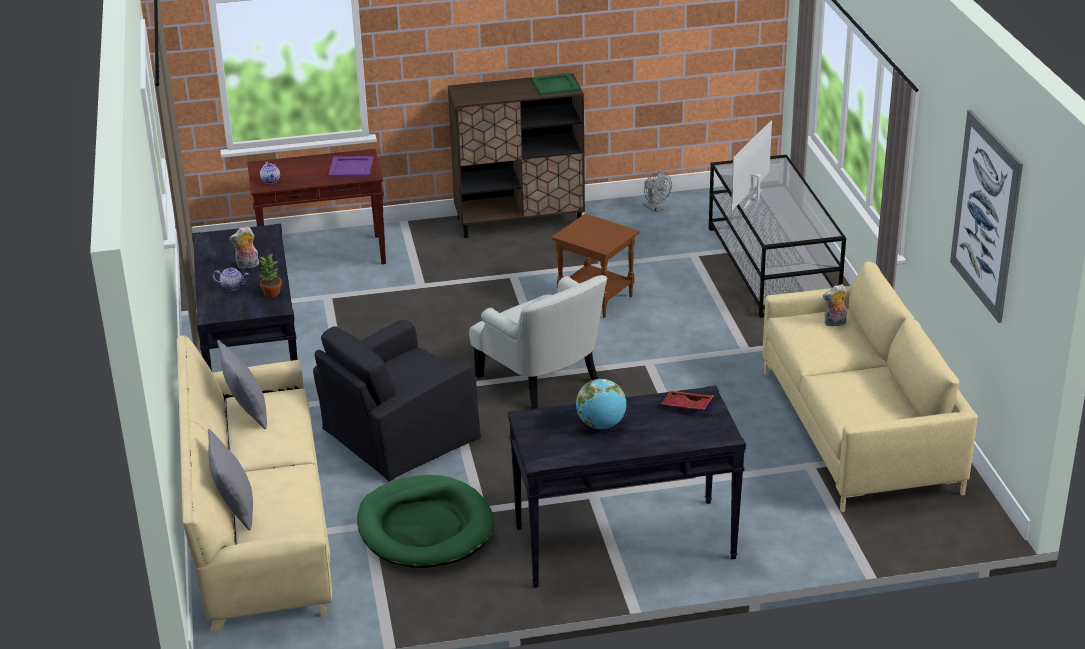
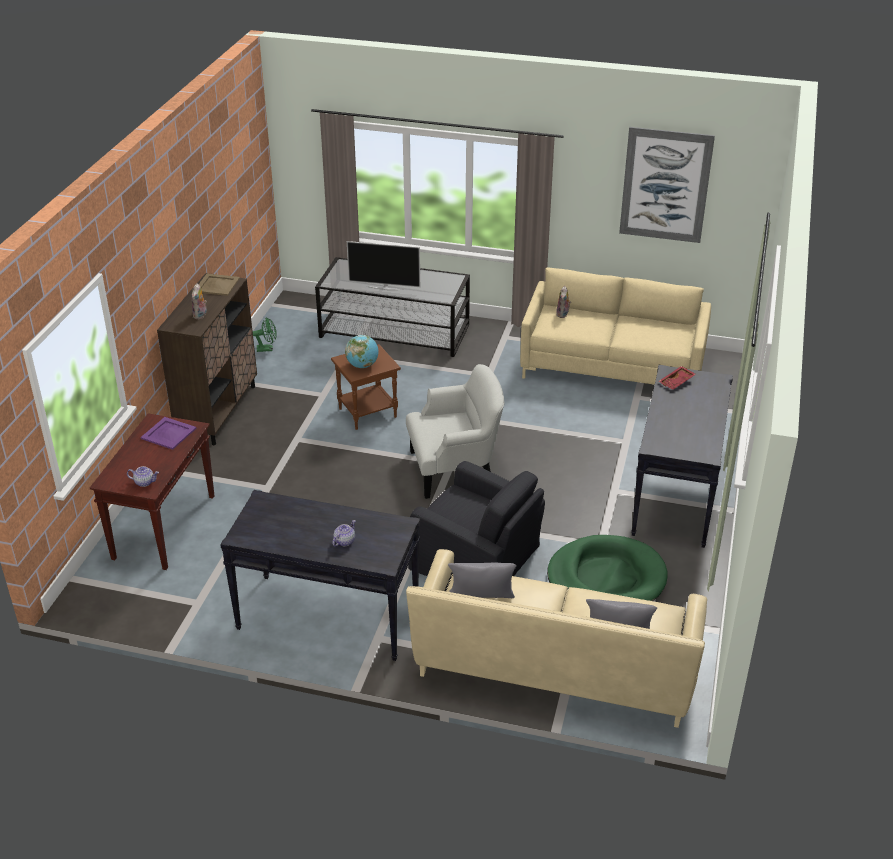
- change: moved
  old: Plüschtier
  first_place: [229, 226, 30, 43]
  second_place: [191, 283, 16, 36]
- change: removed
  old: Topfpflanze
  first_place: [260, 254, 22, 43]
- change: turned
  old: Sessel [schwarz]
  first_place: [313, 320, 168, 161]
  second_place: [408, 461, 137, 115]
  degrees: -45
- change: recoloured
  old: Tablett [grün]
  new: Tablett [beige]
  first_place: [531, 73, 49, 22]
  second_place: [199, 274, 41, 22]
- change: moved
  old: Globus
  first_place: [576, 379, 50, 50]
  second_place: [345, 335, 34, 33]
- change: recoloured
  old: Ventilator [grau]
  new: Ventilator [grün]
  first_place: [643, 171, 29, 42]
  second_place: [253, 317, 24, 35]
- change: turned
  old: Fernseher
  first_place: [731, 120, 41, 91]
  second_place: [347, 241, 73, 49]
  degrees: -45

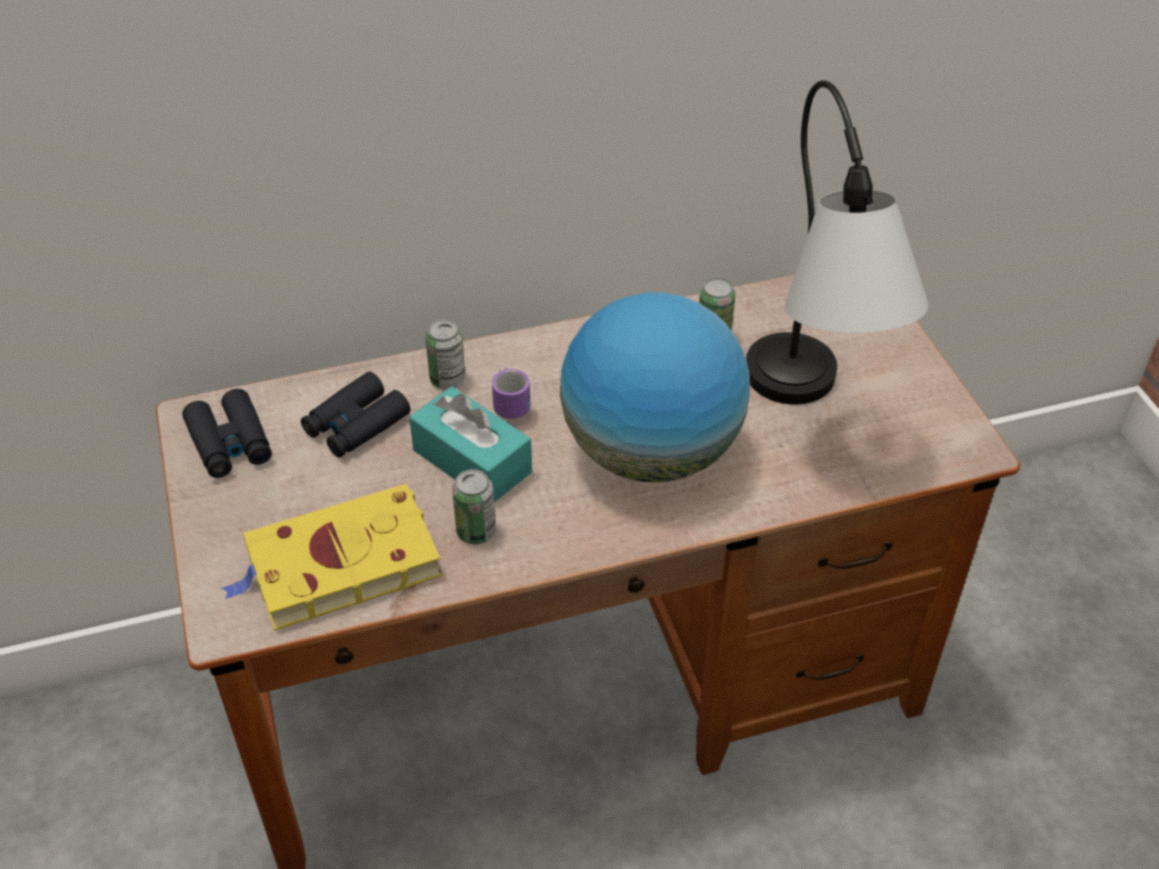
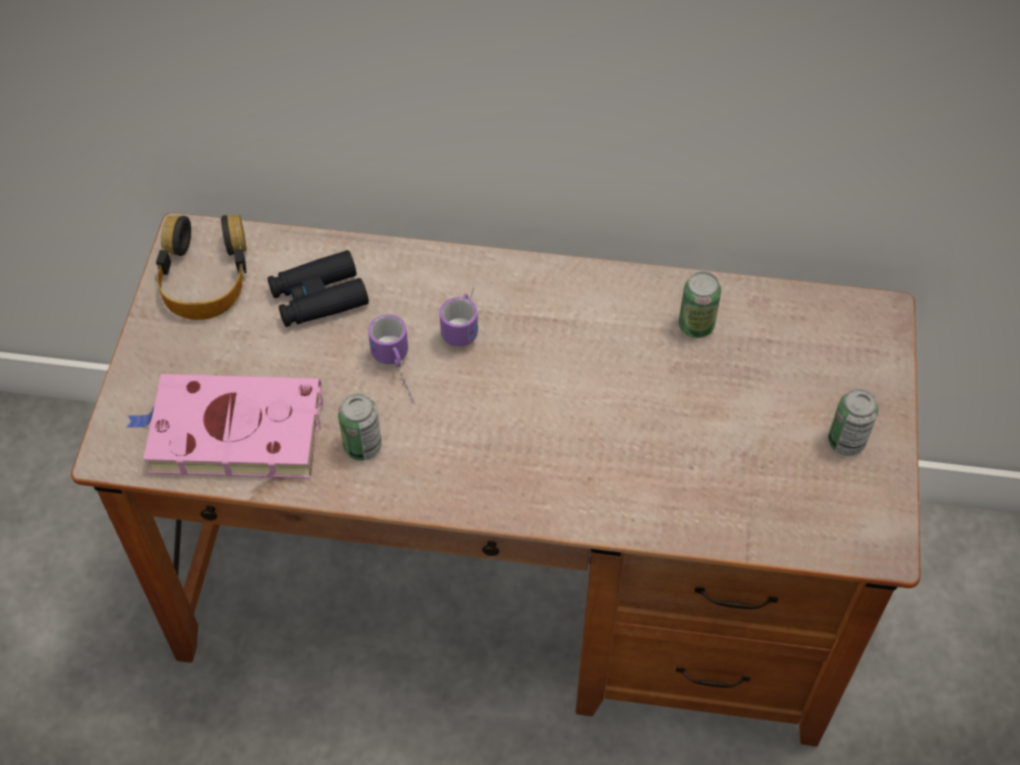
- change: replaced
  old: Fernglas [schwarz]
  new: Kopfhörer
  first_place: [182, 389, 90, 89]
  second_place: [155, 215, 92, 105]
- change: recoloured
  old: Buch [gelb]
  new: Buch [rosa]
  first_place: [222, 484, 220, 146]
  second_place: [126, 374, 197, 104]
- change: replaced
  old: Taschentuchbox [türkis]
  new: Henkelbecher
  first_place: [409, 386, 123, 116]
  second_place: [368, 315, 47, 89]
- change: moved
  old: Dose
  first_place: [425, 320, 40, 70]
  second_place: [828, 389, 50, 67]
- change: removed
  old: Globus
  first_place: [560, 292, 190, 190]
- change: removed
  old: Tischlampe
  first_place: [746, 80, 183, 325]

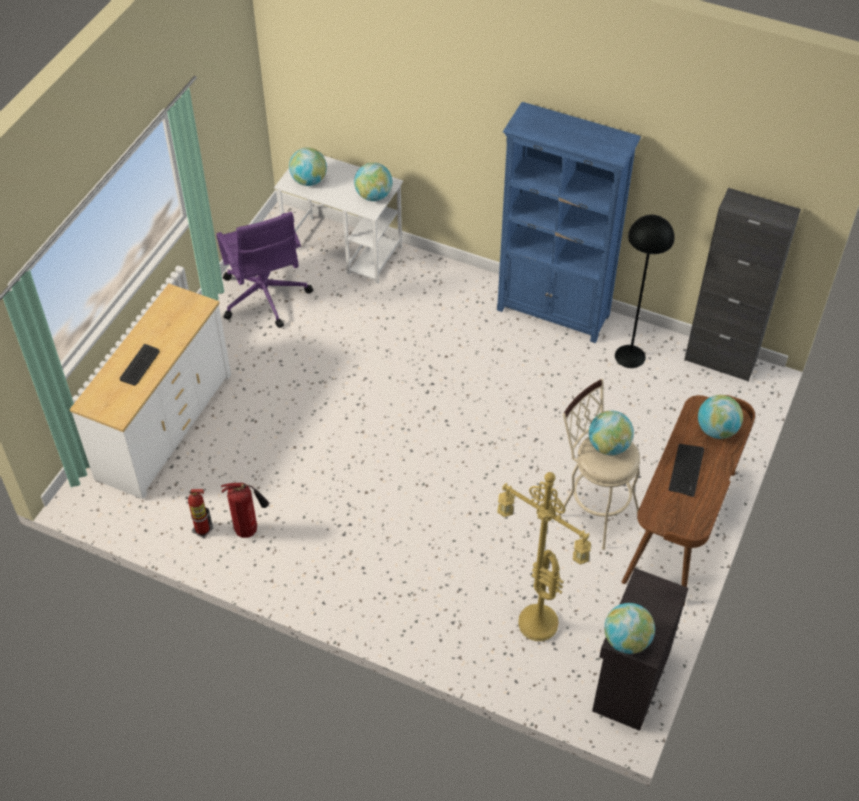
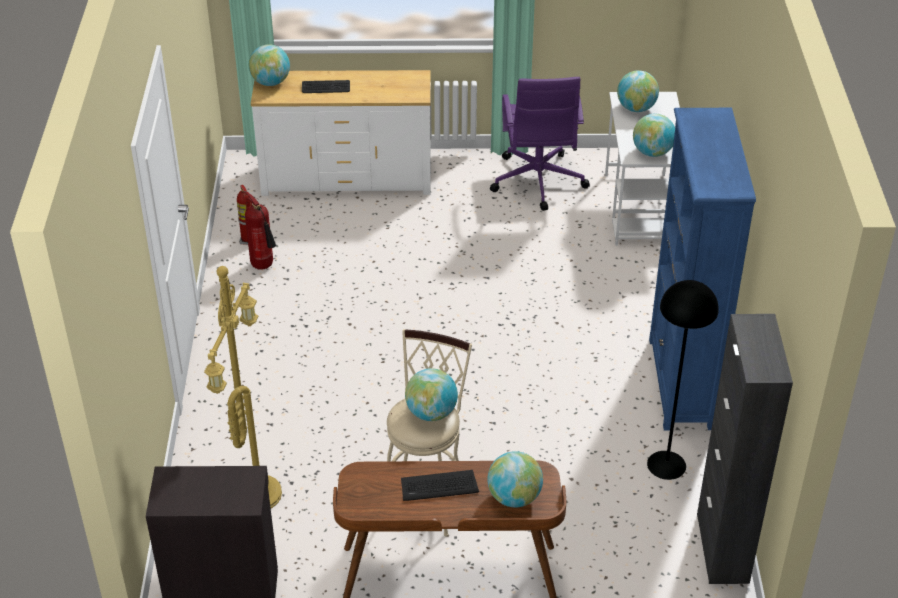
- change: turned
  old: Bürostuhl [lila]
  first_place: [216, 212, 97, 116]
  second_place: [490, 77, 100, 134]
  degrees: -45
- change: moved
  old: Globus
  first_place: [604, 603, 51, 51]
  second_place: [249, 44, 41, 42]

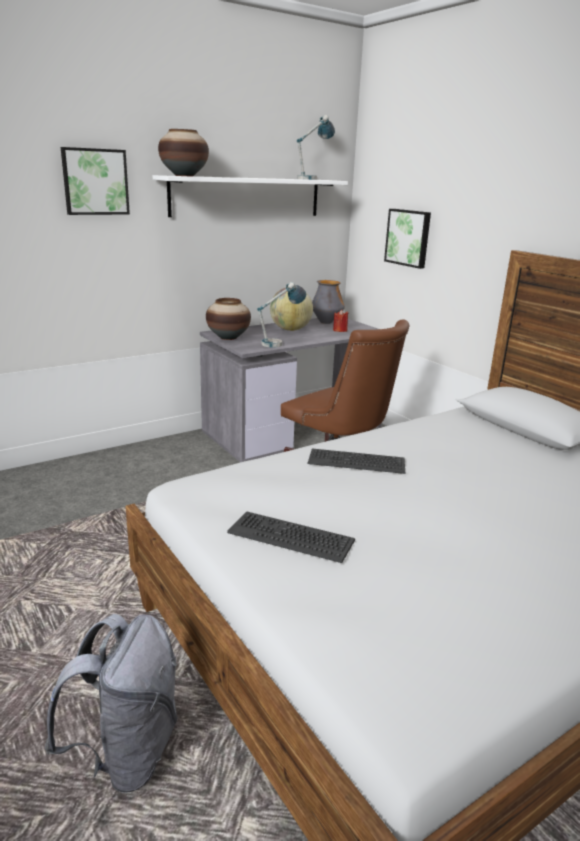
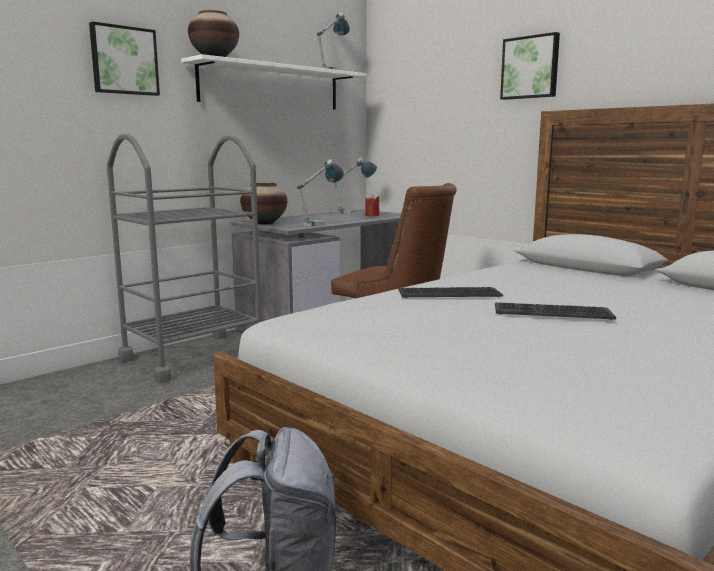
- change: moved
  old: Tastatur
  first_place: [227, 511, 128, 52]
  second_place: [495, 302, 121, 18]
- change: removed
  old: Globus
  first_place: [270, 287, 43, 44]
- change: replaced
  old: Vase
  new: Tischlampe
  first_place: [312, 280, 33, 44]
  second_place: [333, 158, 44, 56]
- change: moved
  old: Bild
  first_place: [384, 209, 47, 60]
  second_place: [500, 32, 60, 68]
- change: added
  new: Rollwagen [grau]
  second_place: [107, 134, 154, 249]

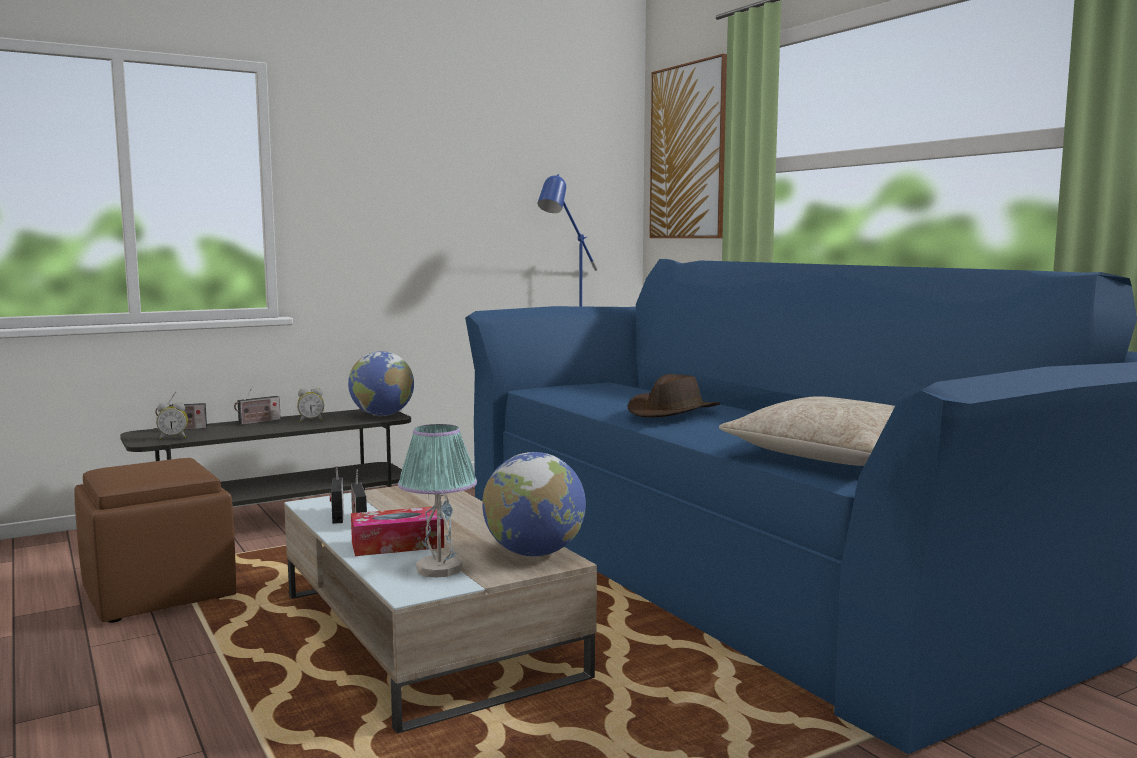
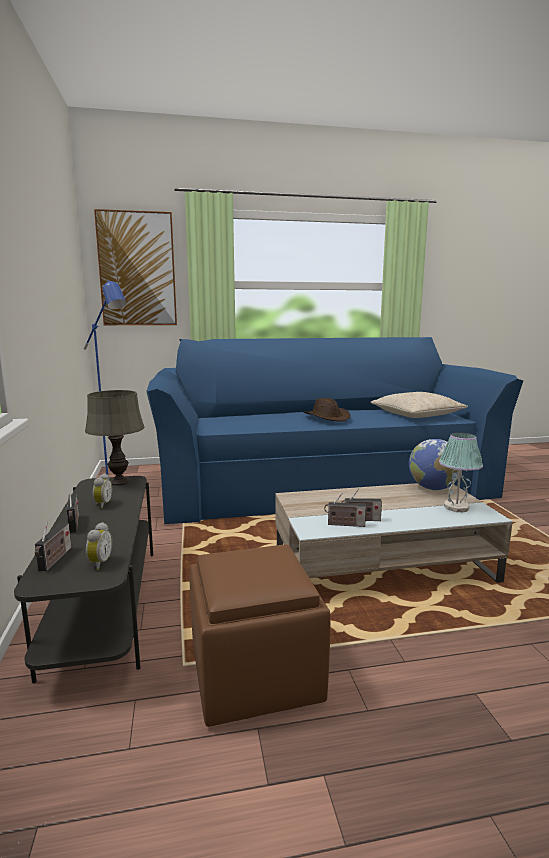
- change: replaced
  old: Globus
  new: Tischlampe [grau]
  first_place: [348, 351, 66, 65]
  second_place: [85, 390, 60, 96]
- change: removed
  old: Taschentuchbox
  first_place: [351, 506, 93, 50]

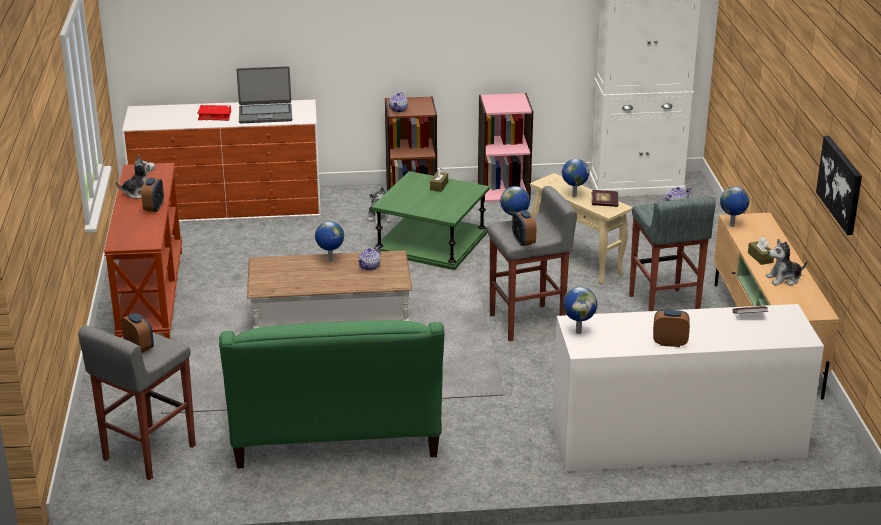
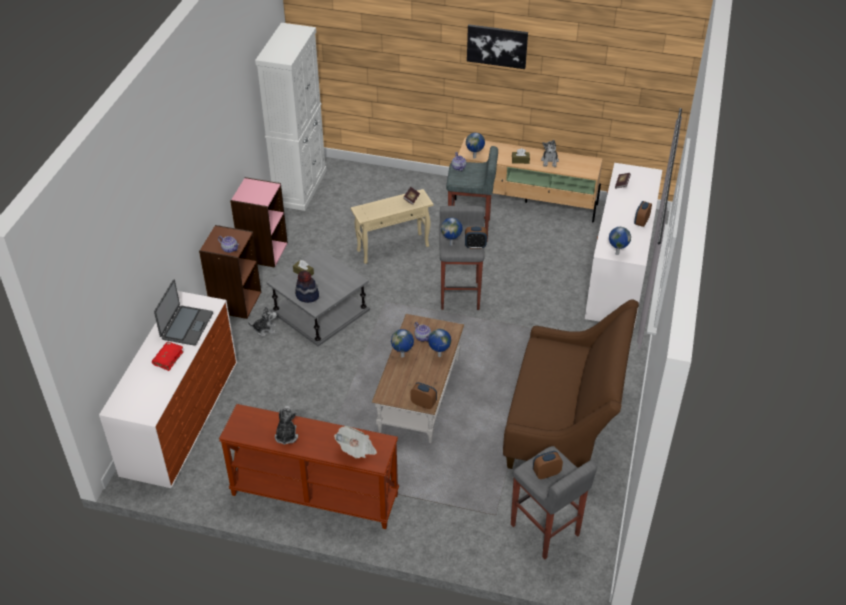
- change: moved
  old: Wecker
  first_place: [141, 178, 23, 34]
  second_place: [411, 382, 26, 27]
- change: recoloured
  old: Sofa [grün]
  new: Sofa [braun]
  first_place: [219, 320, 225, 149]
  second_place: [503, 299, 136, 170]
- change: recoloured
  old: Beistelltisch [grün]
  new: Beistelltisch [grau]
  first_place: [371, 171, 119, 99]
  second_place: [267, 248, 103, 98]
- change: moved
  old: Globus
  first_place: [562, 159, 27, 38]
  second_place: [428, 329, 23, 28]
- change: moved
  old: Bild
  first_place: [816, 136, 46, 99]
  second_place: [467, 24, 61, 45]
- change: added
  new: Hut
  second_place: [295, 270, 24, 33]
- change: added
  new: Zeitung
  second_place: [334, 426, 43, 33]

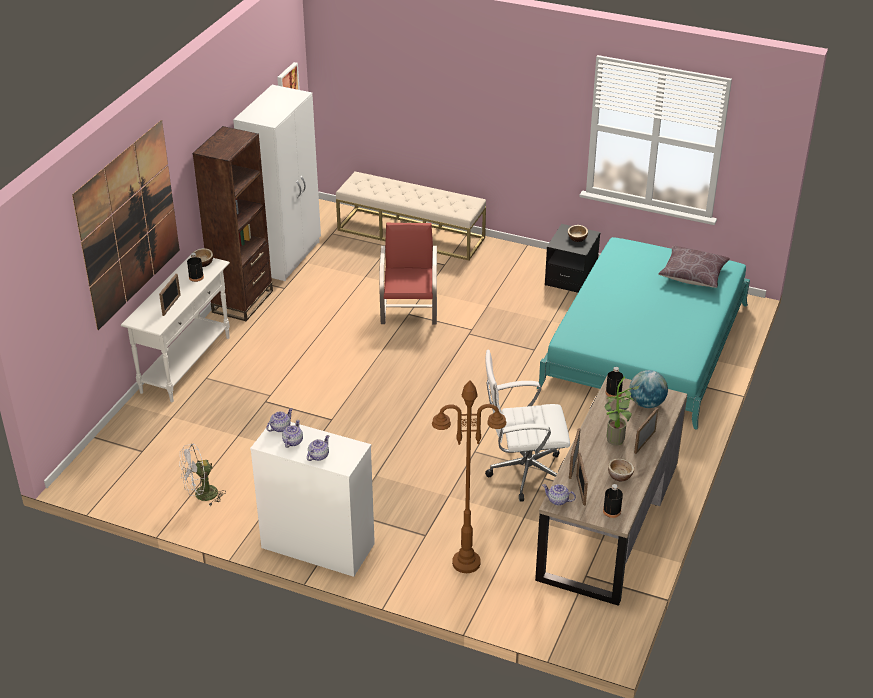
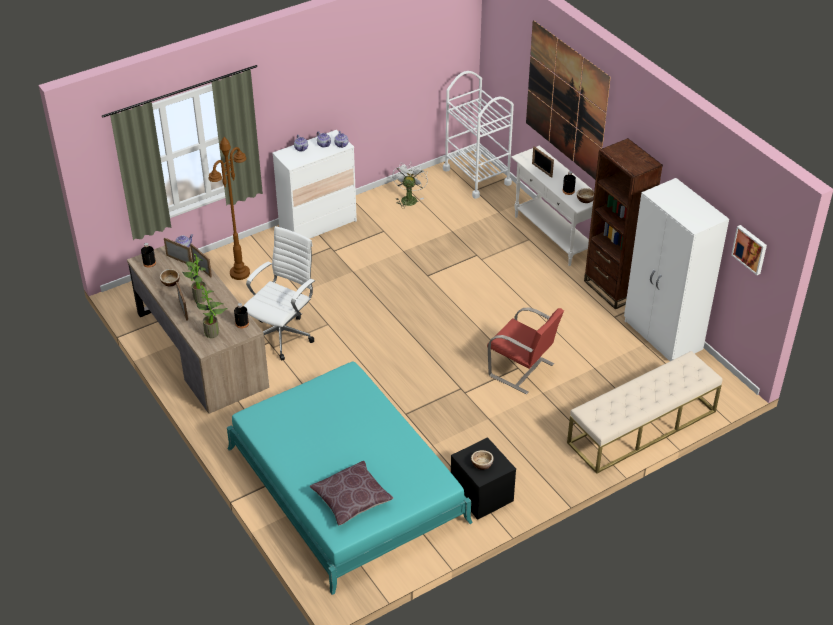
- change: replaced
  old: Globus
  new: Topfpflanze
  first_place: [629, 370, 39, 38]
  second_place: [196, 285, 32, 53]
- change: added
  new: Rollwagen [weiß]
  second_place: [443, 71, 71, 128]

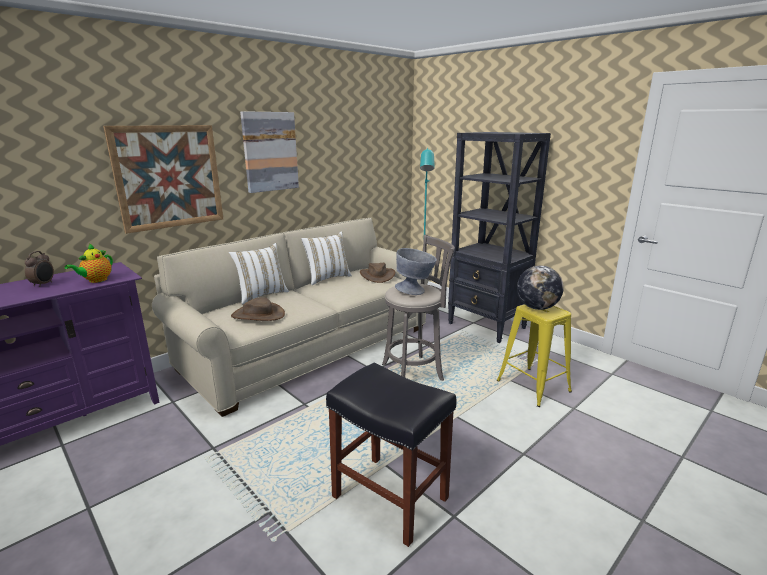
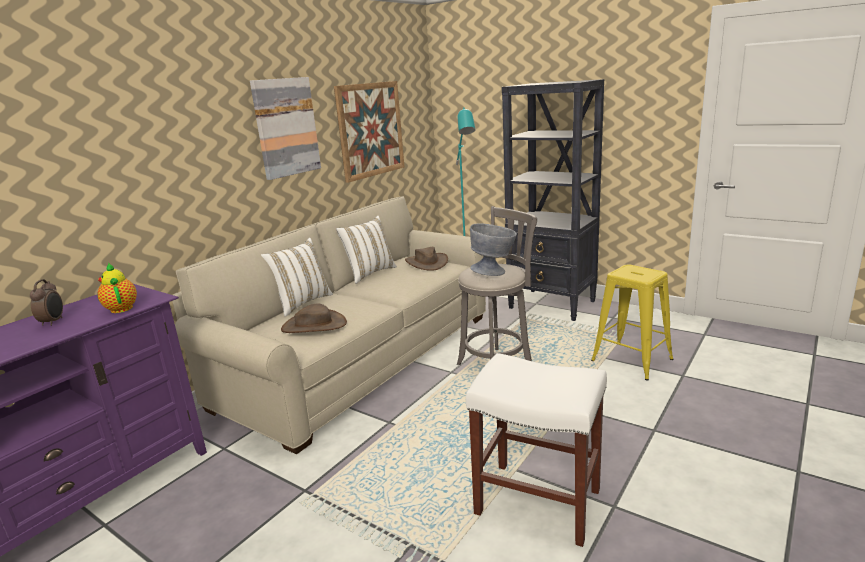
- change: turned
  old: Teekanne
  first_place: [64, 244, 49, 39]
  second_place: [98, 263, 39, 50]
  degrees: 135
- change: moved
  old: Bild
  first_place: [103, 125, 120, 109]
  second_place: [334, 81, 71, 102]
- change: recoloured
  old: Hocker [schwarz]
  new: Hocker [weiß]
  first_place: [326, 363, 131, 184]
  second_place: [466, 353, 141, 194]
- change: removed
  old: Globus
  first_place: [517, 265, 47, 45]

